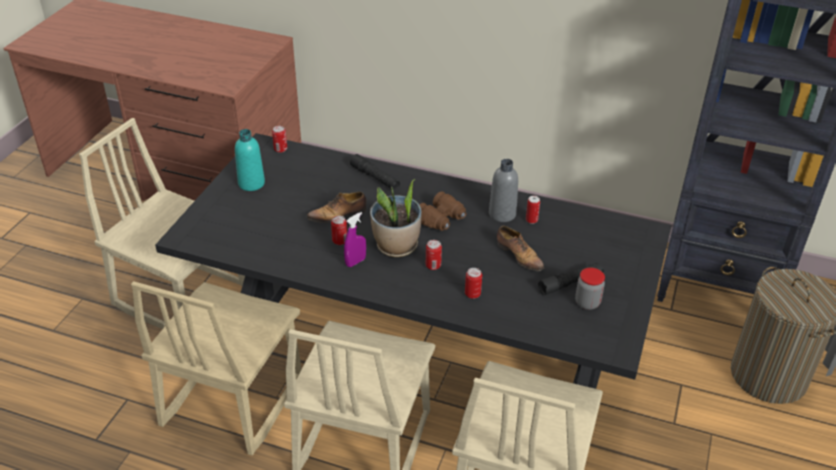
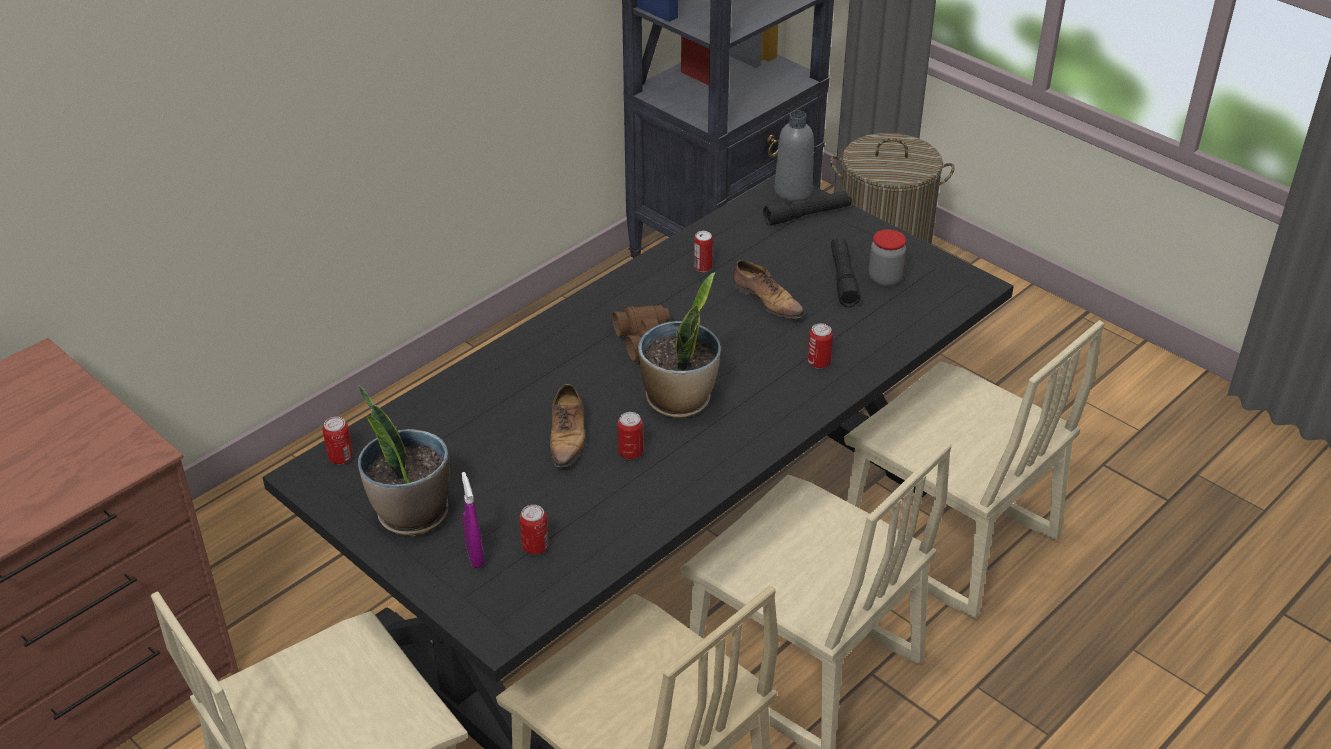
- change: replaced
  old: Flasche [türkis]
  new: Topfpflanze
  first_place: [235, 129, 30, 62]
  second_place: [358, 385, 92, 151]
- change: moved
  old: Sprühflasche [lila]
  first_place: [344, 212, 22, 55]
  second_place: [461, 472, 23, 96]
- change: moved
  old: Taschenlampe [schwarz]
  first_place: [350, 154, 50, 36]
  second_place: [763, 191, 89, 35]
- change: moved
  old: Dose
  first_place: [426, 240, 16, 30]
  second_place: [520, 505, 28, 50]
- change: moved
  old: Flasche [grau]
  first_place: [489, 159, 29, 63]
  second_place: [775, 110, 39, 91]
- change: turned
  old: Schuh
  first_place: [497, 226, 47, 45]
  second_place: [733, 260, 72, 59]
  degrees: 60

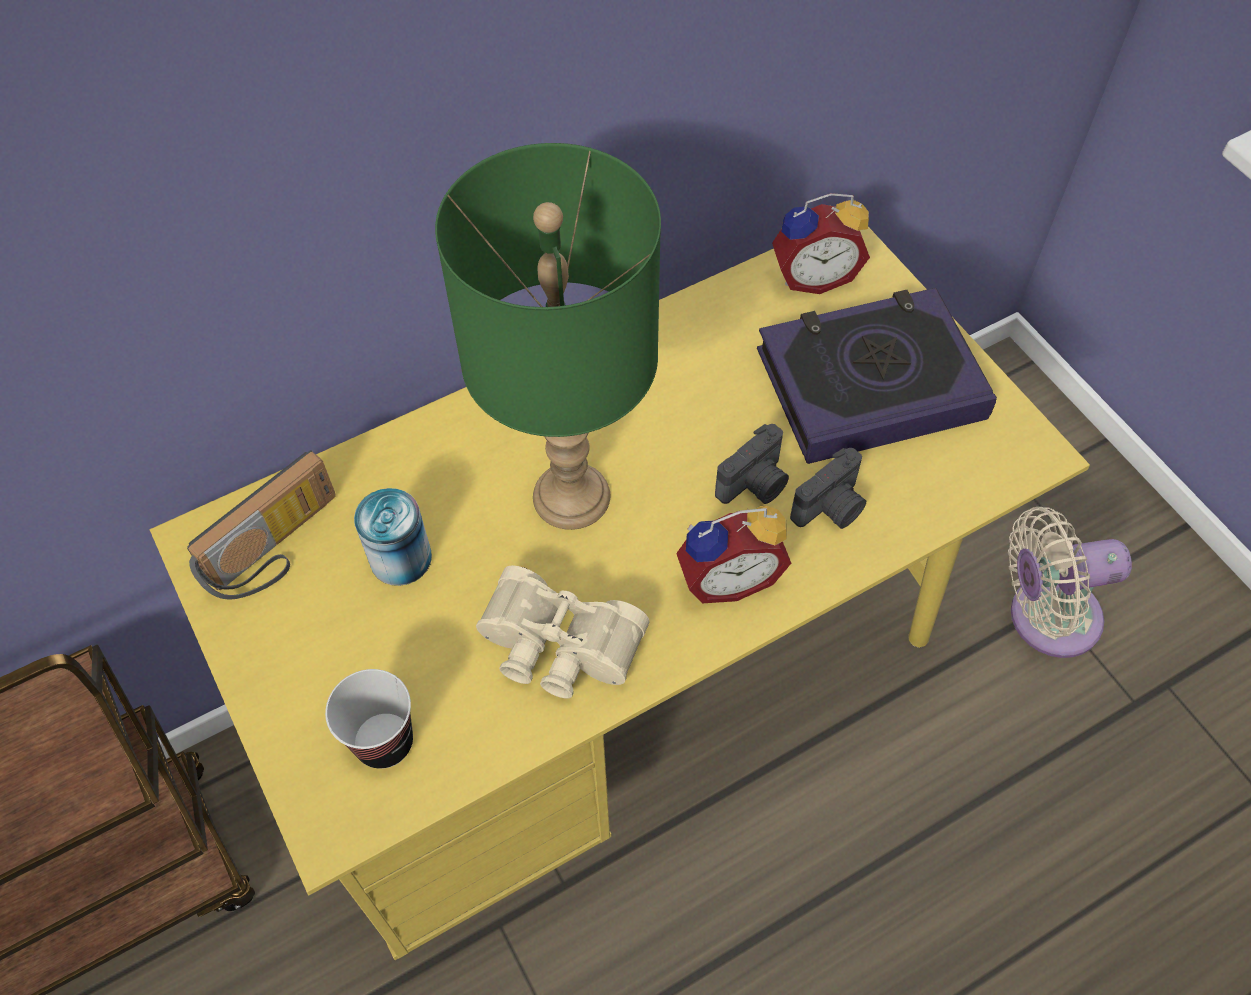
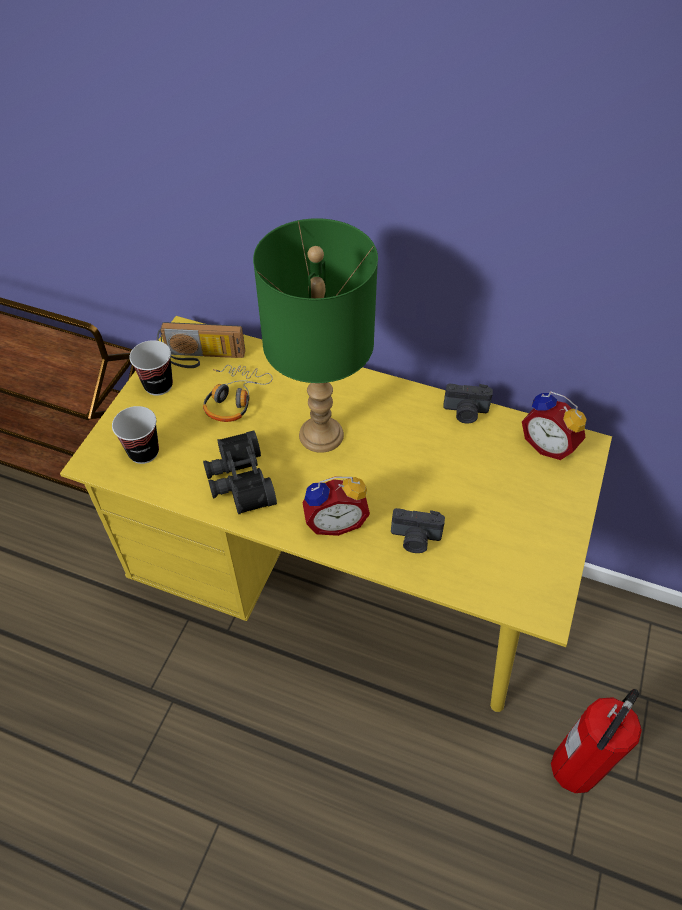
- change: replaced
  old: Dose
  new: Kopfhörer
  first_place: [354, 488, 78, 98]
  second_place: [203, 365, 70, 57]
- change: recoloured
  old: Fernglas [beige]
  new: Fernglas [schwarz]
  first_place: [476, 565, 173, 134]
  second_place: [203, 430, 74, 84]
- change: turned
  old: Wecker
  first_place: [676, 506, 115, 97]
  second_place: [302, 476, 68, 60]
  degrees: -45
- change: moved
  old: Kamera
  first_place: [715, 424, 74, 80]
  second_place: [443, 384, 50, 40]
- change: removed
  old: Buch
  first_place: [757, 288, 240, 176]
- change: replaced
  old: Ventilator [beige]
  new: Feuerlöscher
  first_place: [1008, 507, 124, 151]
  second_place: [551, 689, 91, 104]
- change: added
  new: Tasse
  second_place: [129, 340, 44, 56]

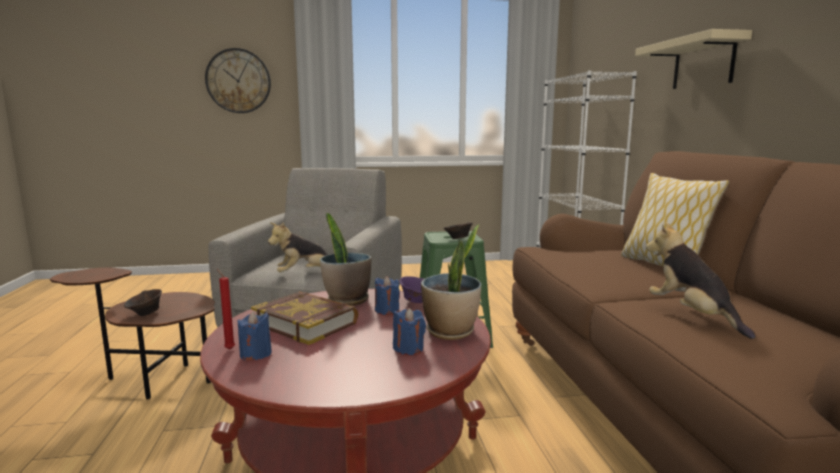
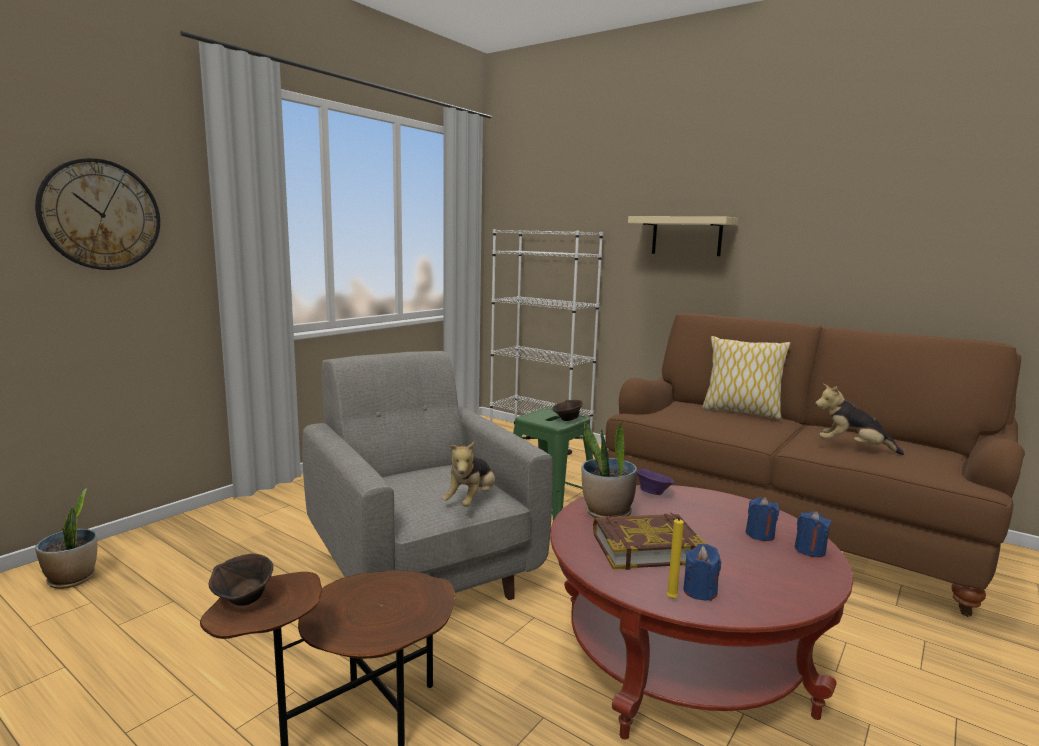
- change: moved
  old: Schüssel [braun]
  first_place: [124, 289, 38, 27]
  second_place: [209, 553, 64, 53]
- change: recoloured
  old: Kerze [rot]
  new: Kerze [gelb]
  first_place: [217, 269, 18, 80]
  second_place: [666, 513, 18, 86]
- change: moved
  old: Kerze [blau]
  first_place: [375, 276, 25, 39]
  second_place: [794, 511, 37, 46]
- change: moved
  old: Topfpflanze
  first_place: [421, 224, 60, 116]
  second_place: [35, 488, 62, 101]

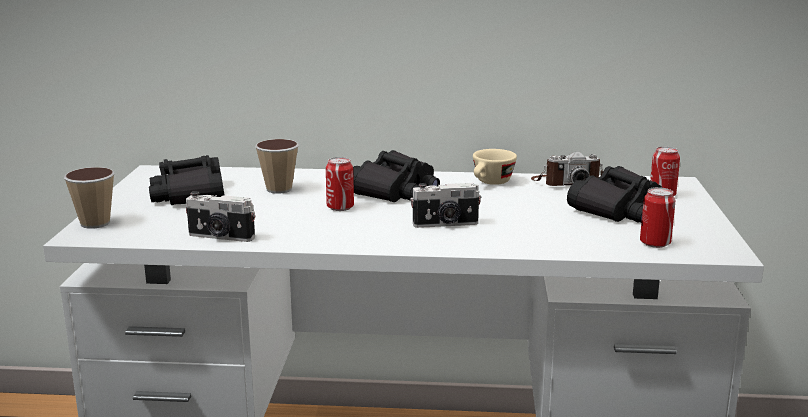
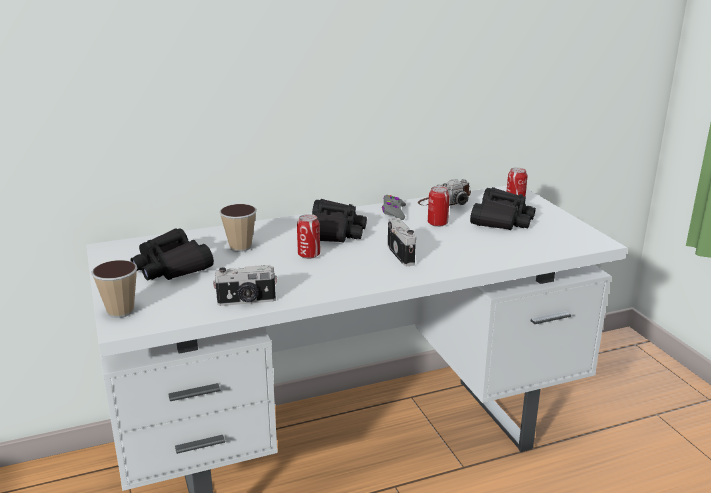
- change: turned
  old: Kamera
  first_place: [410, 183, 71, 45]
  second_place: [388, 218, 28, 48]
  degrees: -75
- change: replaced
  old: Tasse [beige]
  new: Gamepad [grau]
  first_place: [473, 149, 44, 36]
  second_place: [382, 195, 24, 25]
- change: moved
  old: Dose
  first_place: [640, 187, 35, 61]
  second_place: [428, 186, 21, 41]

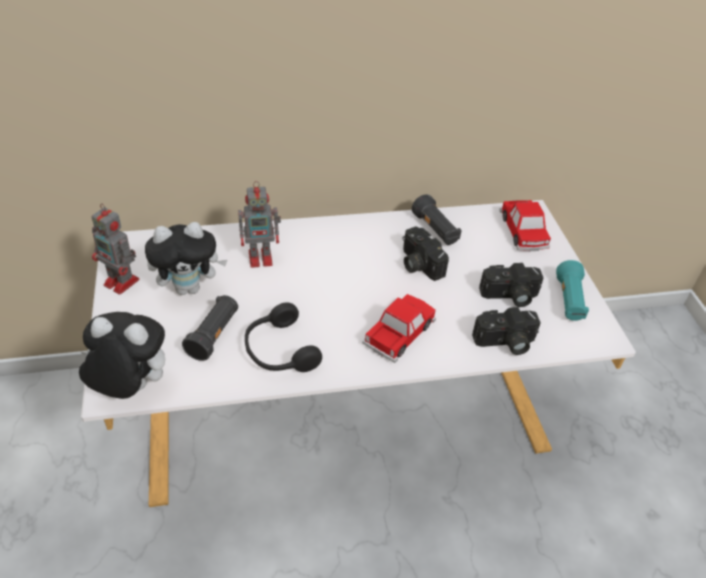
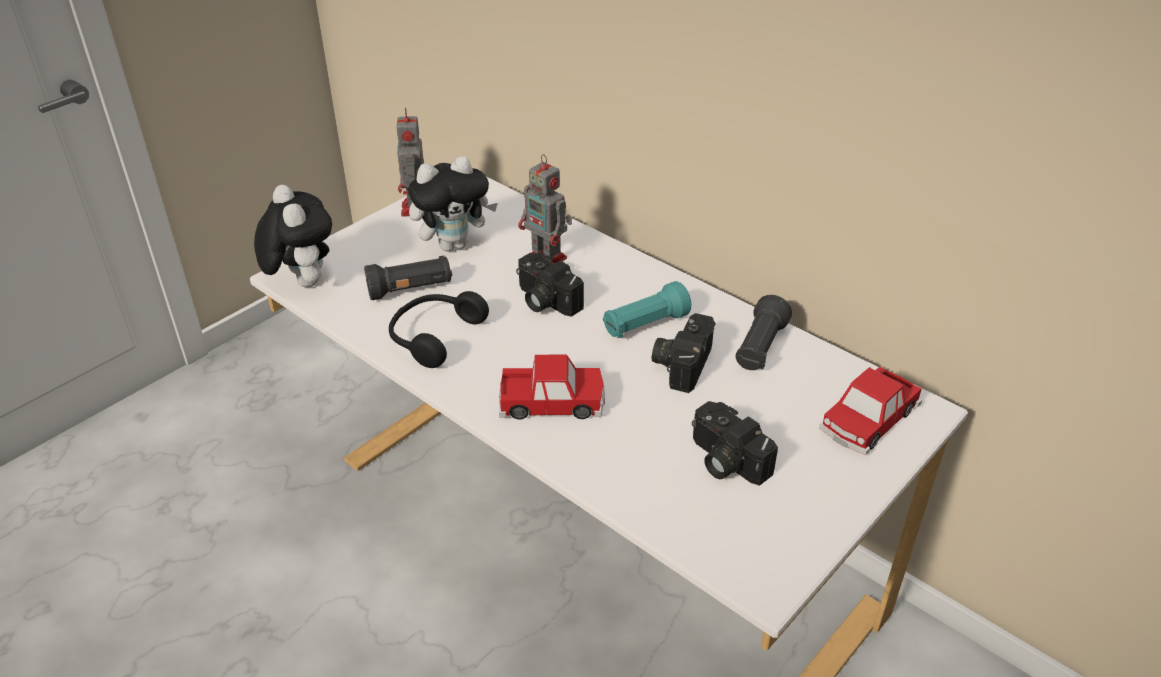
- change: turned
  old: Plüschtier
  first_place: [145, 222, 82, 73]
  second_place: [408, 156, 90, 95]
  degrees: -60
- change: moved
  old: Kamera
  first_place: [472, 307, 69, 48]
  second_place: [516, 253, 68, 64]
- change: moved
  old: Taschenlampe [türkis]
  first_place: [556, 260, 33, 61]
  second_place: [603, 281, 88, 57]

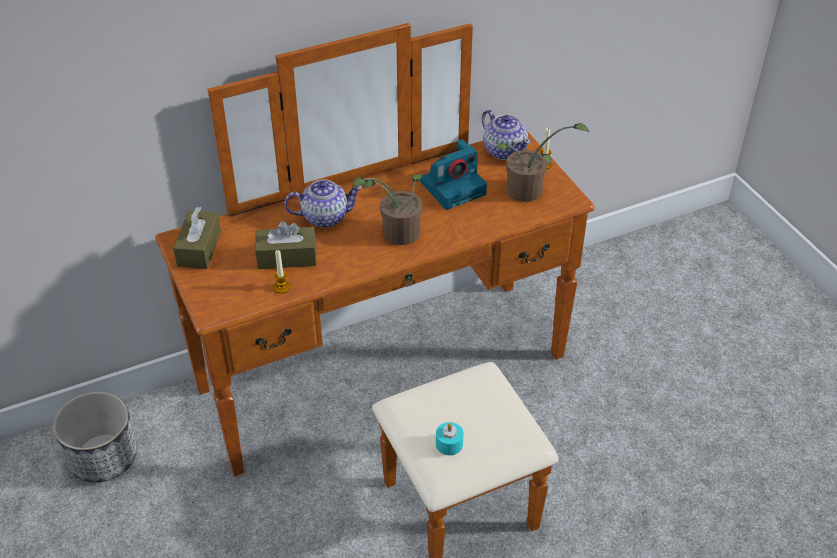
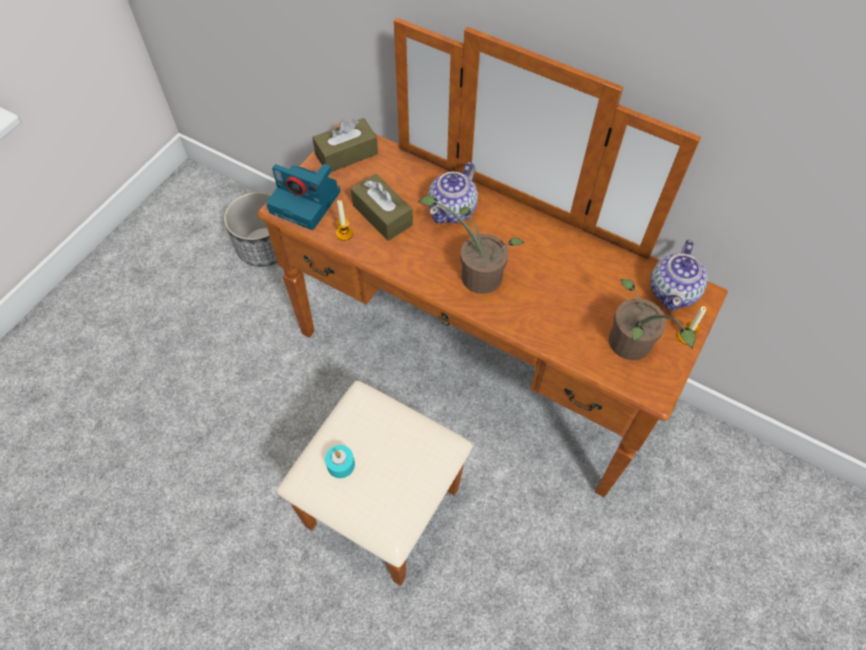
- change: turned
  old: Teekanne
  first_place: [284, 180, 78, 48]
  second_place: [428, 162, 50, 62]
  degrees: 75
- change: moved
  old: Kamera
  first_place: [420, 139, 67, 71]
  second_place: [266, 163, 74, 67]

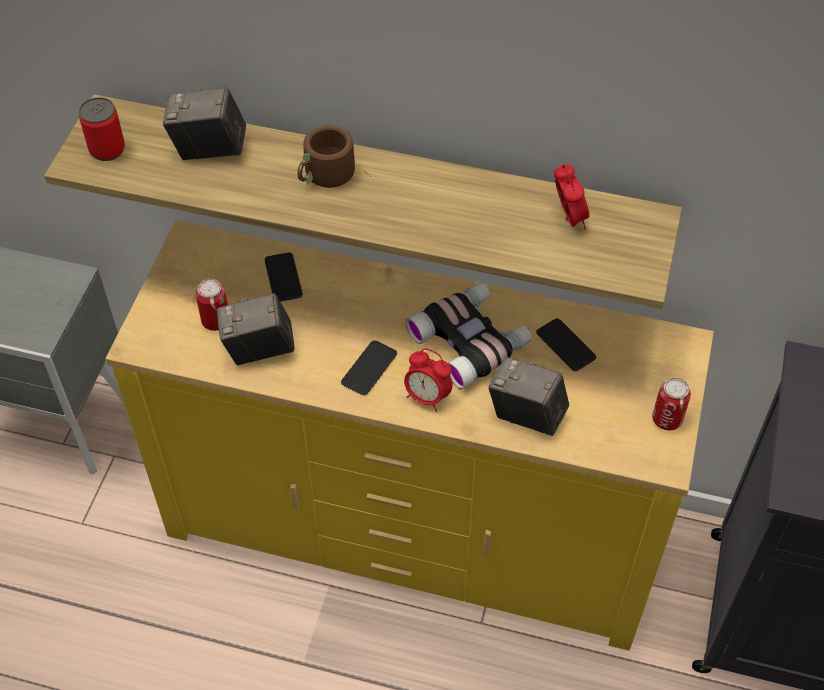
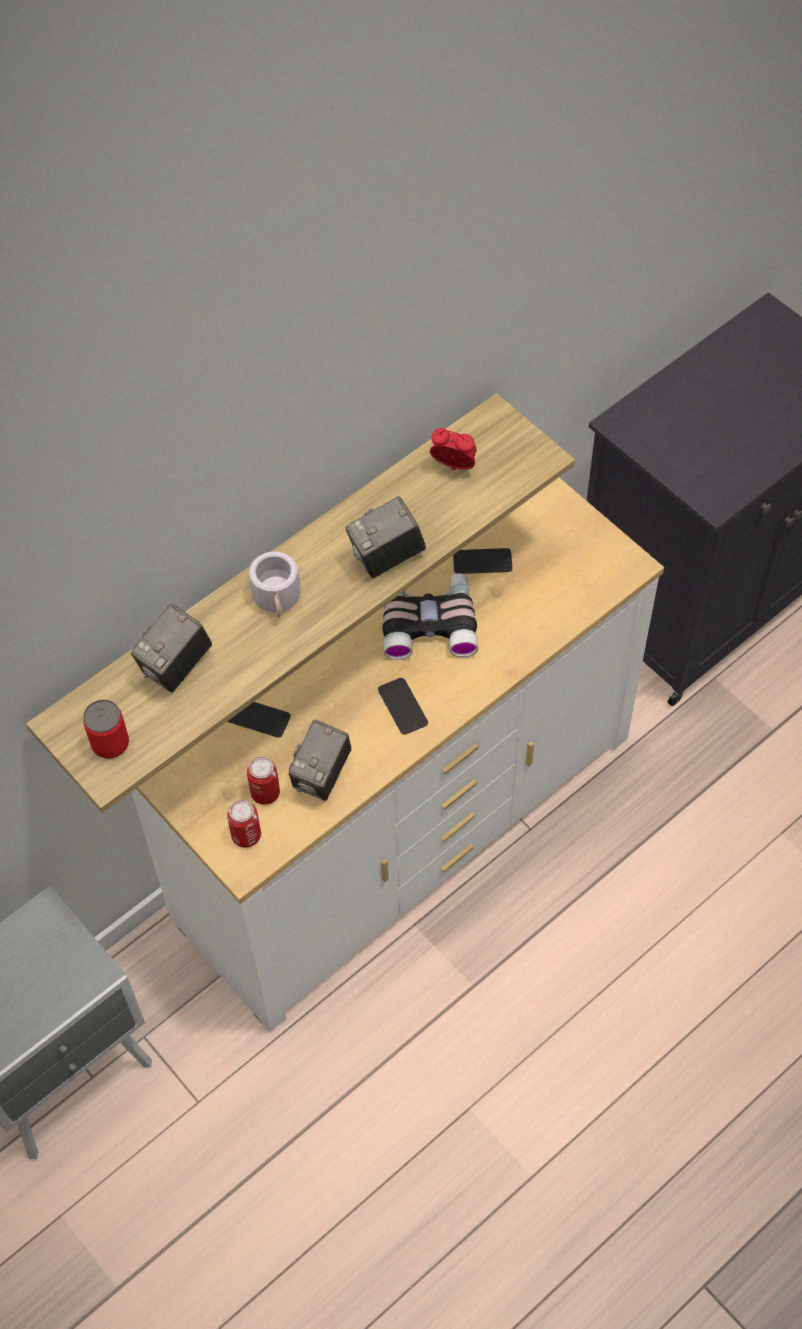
- change: recoloured
  old: Kommode [gelb]
  new: Kommode [weiß]
  first_place: [105, 220, 609, 431]
  second_place: [131, 478, 533, 554]
- change: recoloured
  old: Henkelbecher [braun]
  new: Henkelbecher [grau]
  first_place: [297, 125, 73, 63]
  second_place: [249, 552, 55, 65]
- change: removed
  old: Wecker
  first_place: [404, 349, 48, 63]
- change: moved
  old: Kamera
  first_place: [488, 357, 81, 79]
  second_place: [345, 496, 81, 82]
- change: moved
  old: Dose
  first_place: [652, 377, 39, 54]
  second_place: [227, 800, 34, 48]

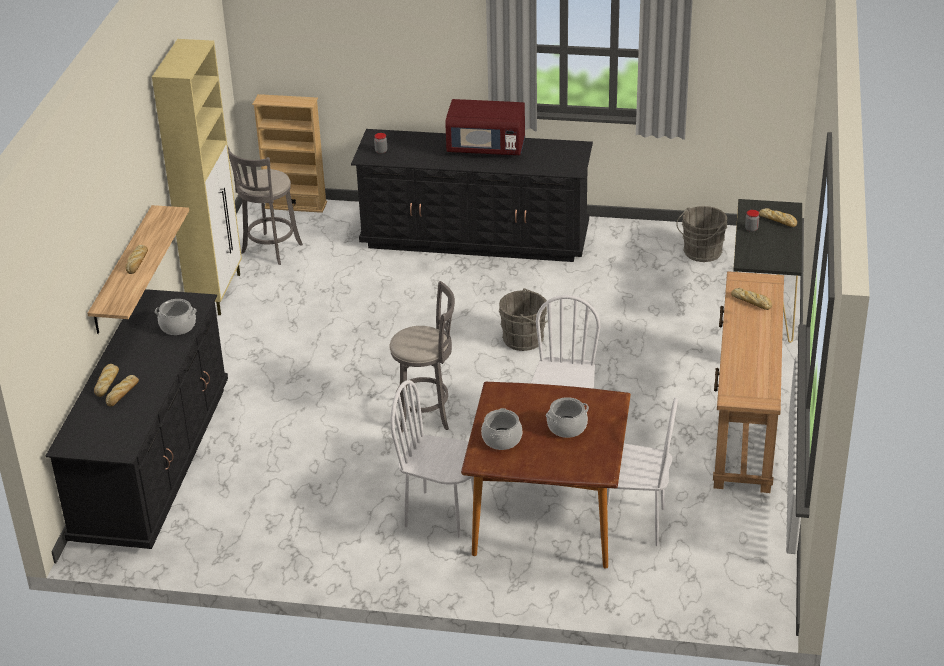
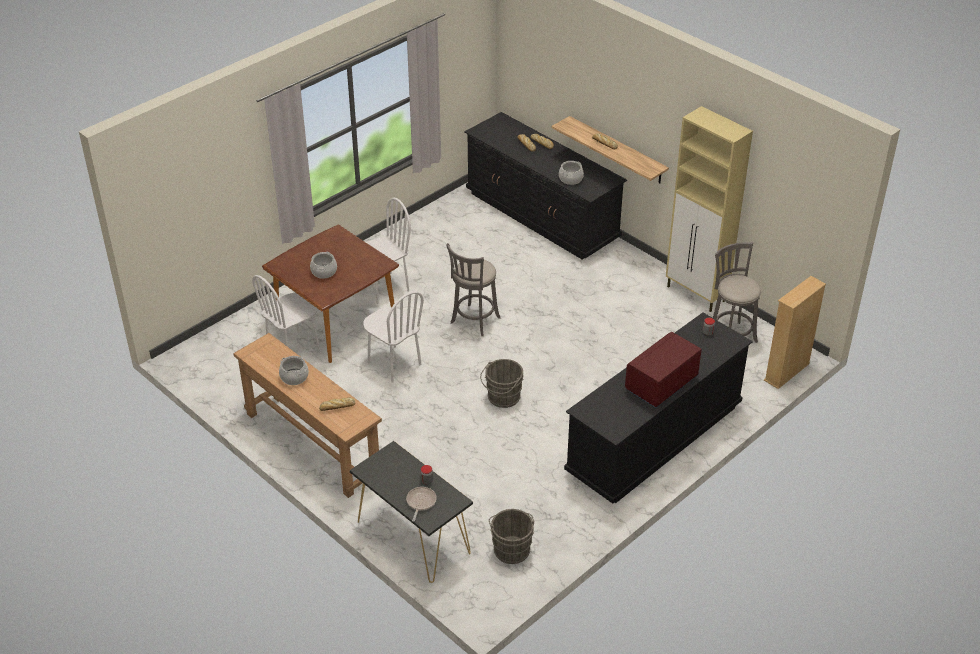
- change: moved
  old: Kochtopf
  first_place: [481, 408, 41, 42]
  second_place: [279, 356, 30, 29]
- change: replaced
  old: Brot
  new: Pfanne
  first_place: [759, 208, 38, 19]
  second_place: [406, 487, 31, 35]

